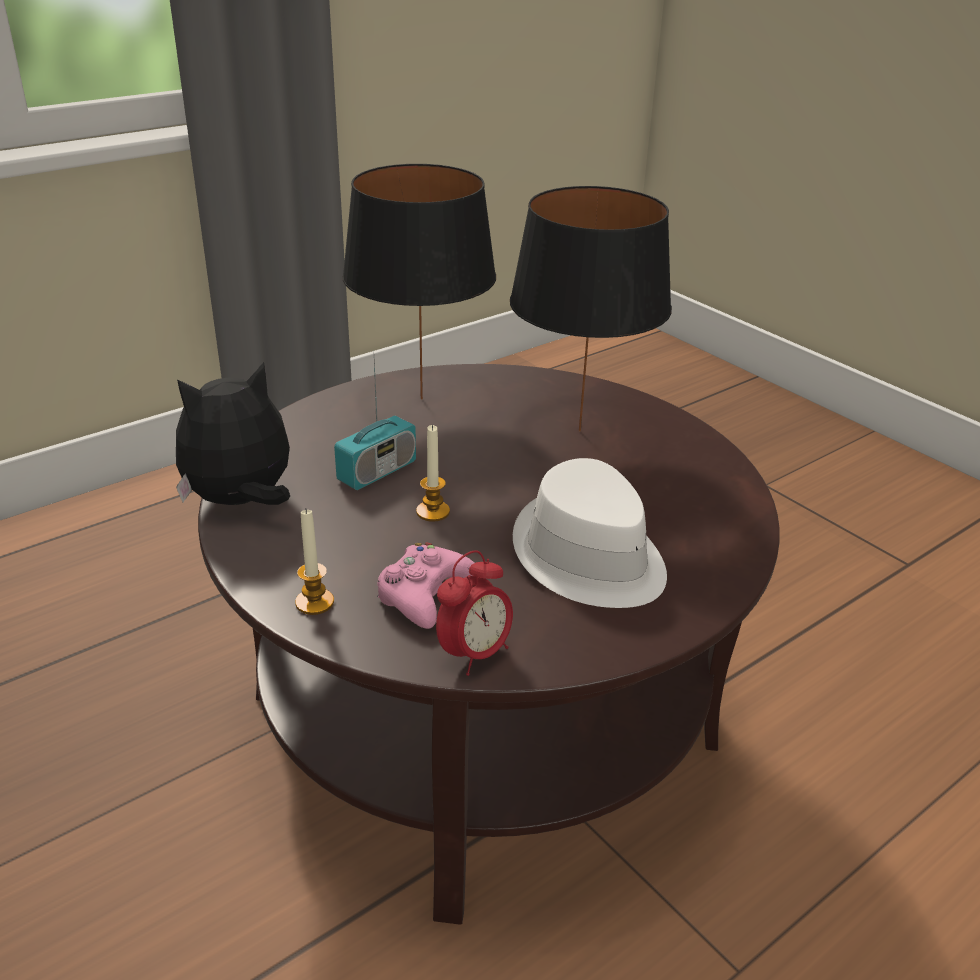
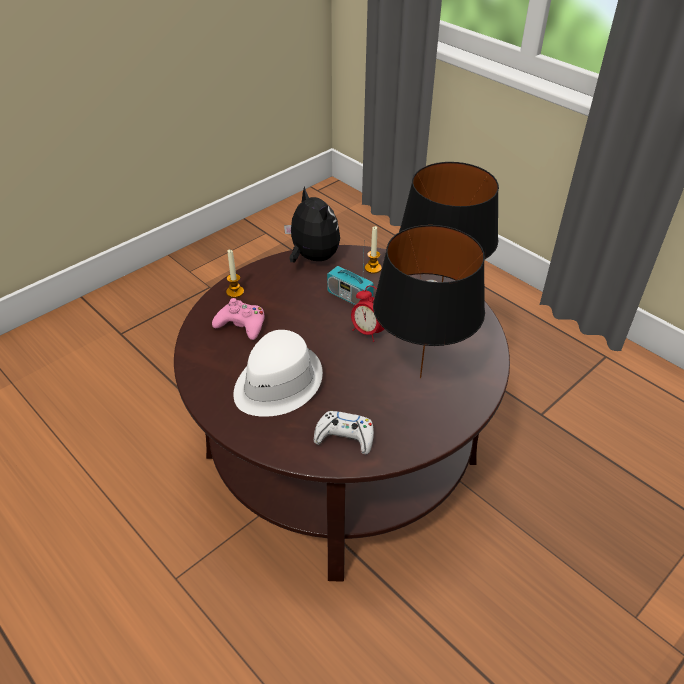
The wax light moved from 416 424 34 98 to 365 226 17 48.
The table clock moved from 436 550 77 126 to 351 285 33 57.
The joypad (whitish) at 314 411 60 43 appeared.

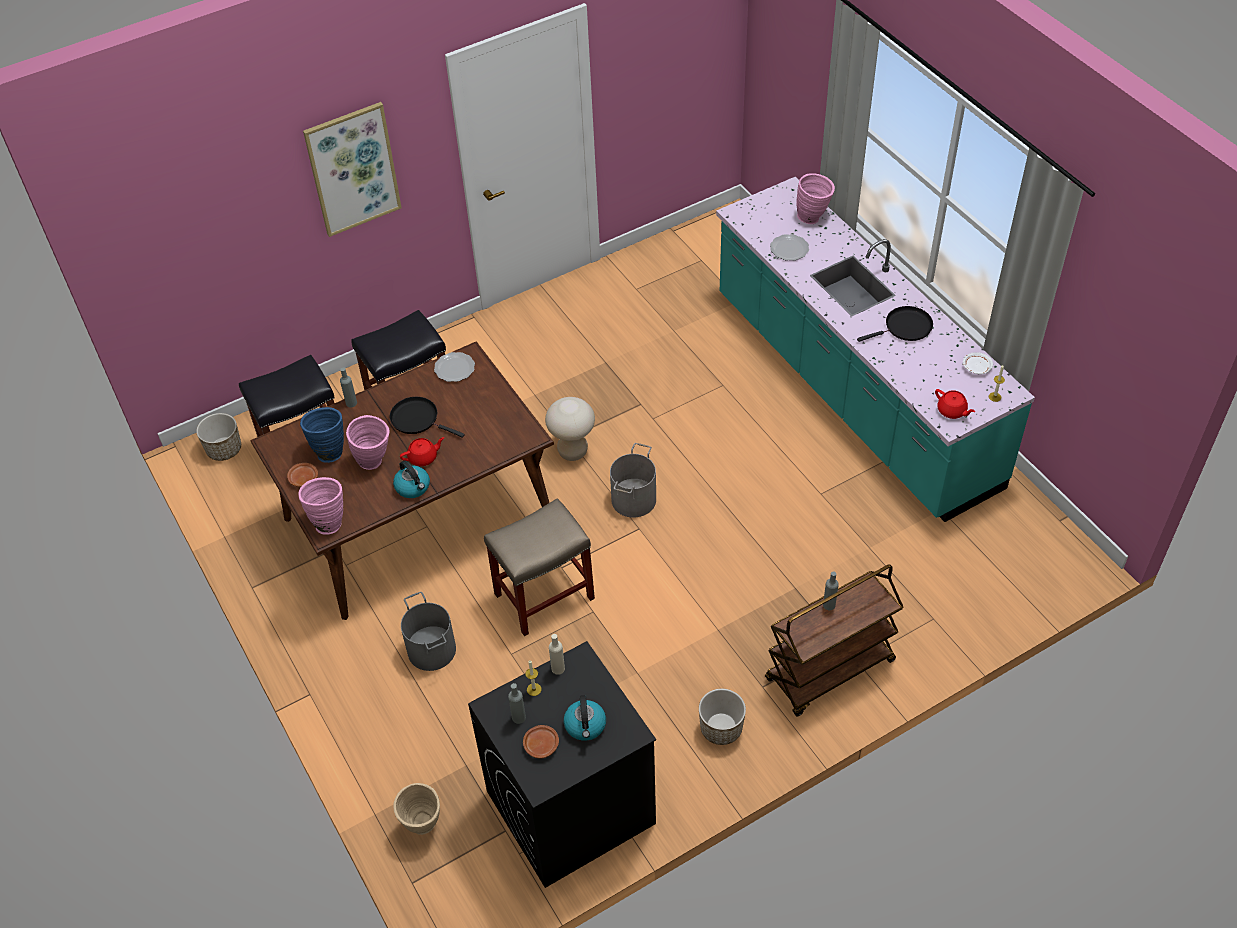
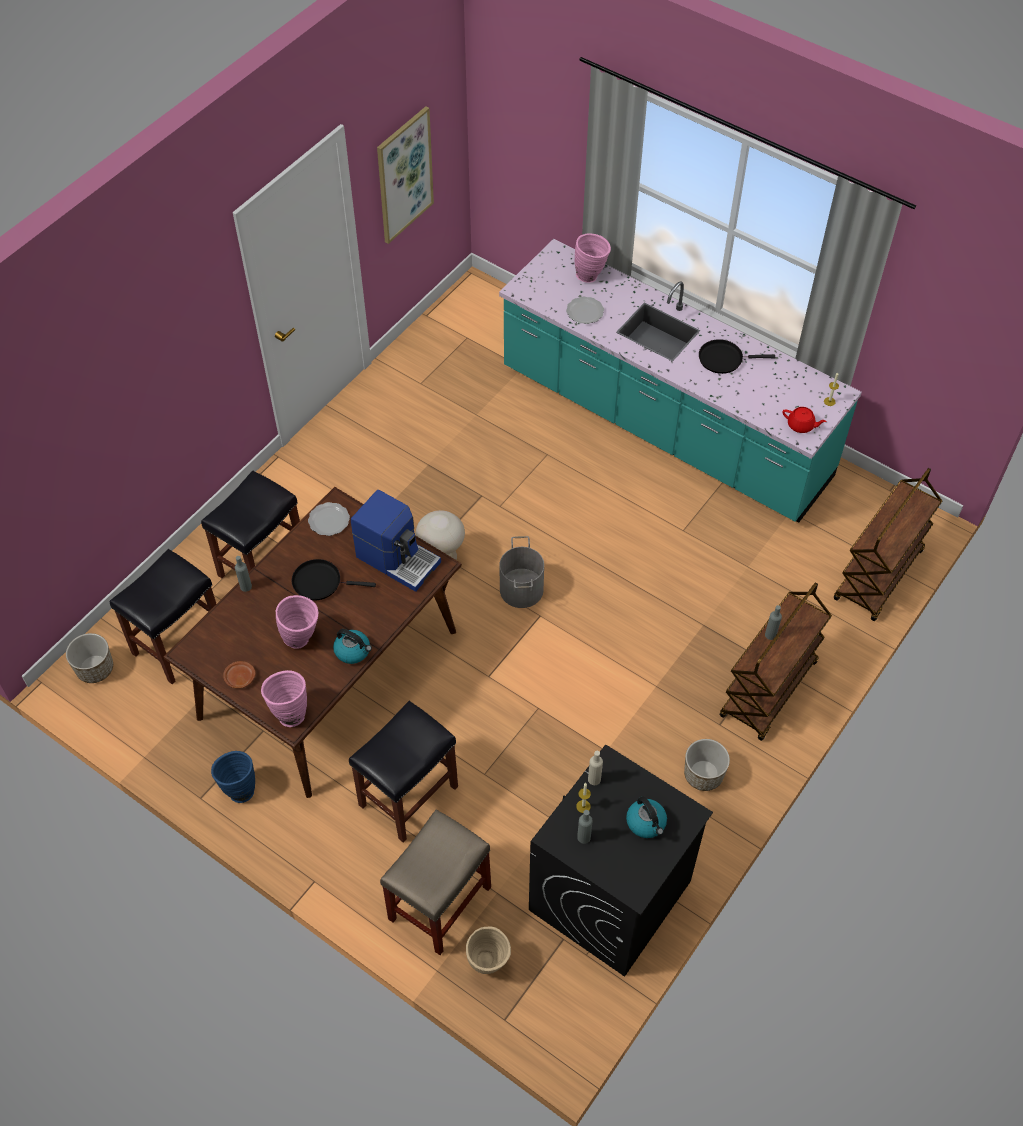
The vase (bluish) moved from 300 407 44 56 to 211 751 44 52.
The picture moved from 303 102 99 135 to 377 106 57 138.
The tea pot (red-coloured) at 400 437 44 29 disappeared.
The pail (gray) at 401 592 55 79 was replaced by the stool seat (blackish) at 349 701 109 141.
The stool seat (beige) moved from 484 498 111 138 to 380 809 111 146.
The dinner plate (brown) at 523 725 36 33 disappeared.
The skillet (blackish) at 857 306 76 36 turned 135 degrees counterclockwise.
The dinner plate (whitish) at 963 352 30 22 disappeared.
The coffee brewer at 351 490 90 102 appeared.
The cart (brown) at 834 468 108 153 appeared.

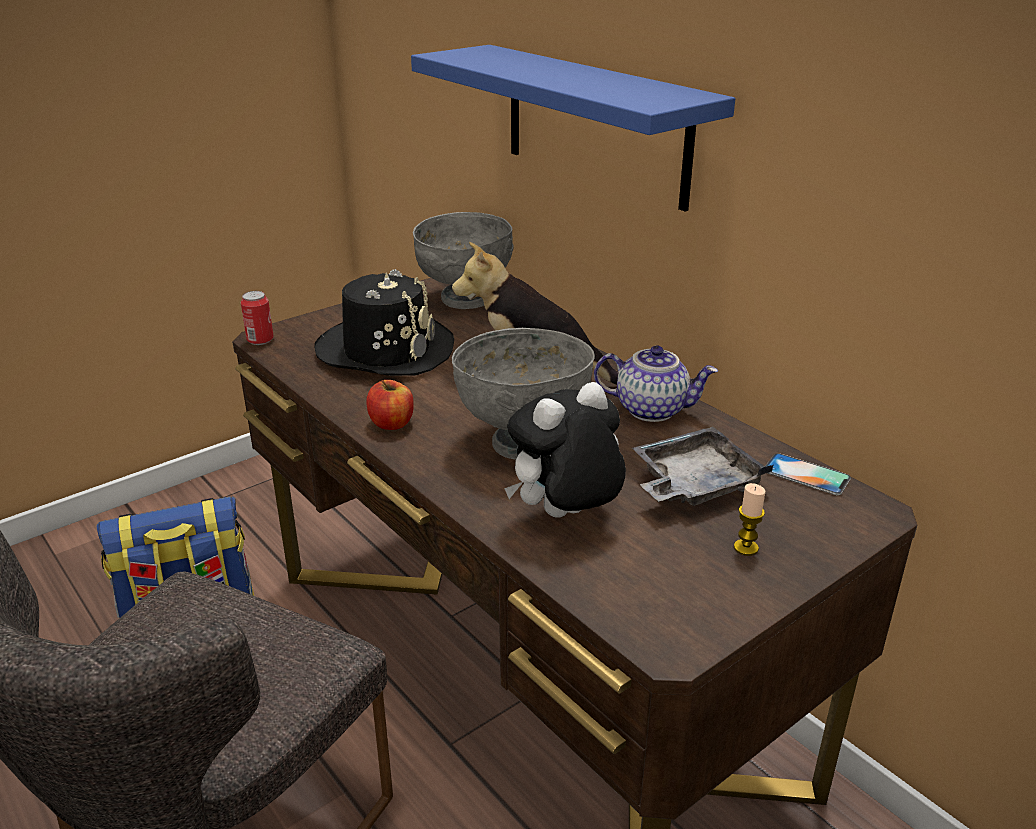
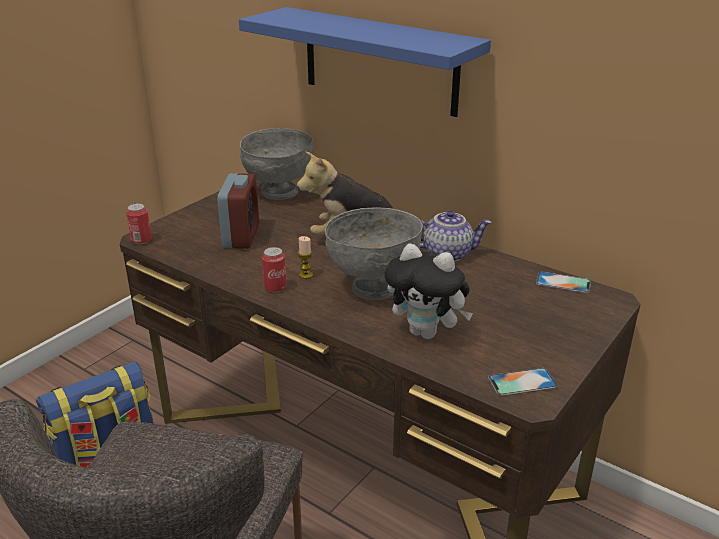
The clothing hat (blackish) at 314 269 140 107 was replaced by the table clock at 217 173 42 76.
The apple fruit at 366 380 48 50 was replaced by the sealed can at 262 247 25 46.
The cuddly toy at 504 382 122 136 turned 105 degrees counterclockwise.
The tray (gray) at 632 427 141 79 disappeared.
The wax light moved from 734 483 32 73 to 298 236 15 43.
The telephone at 488 368 69 28 appeared.

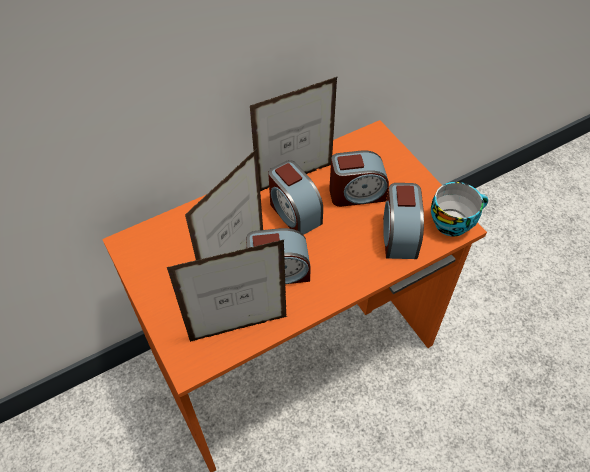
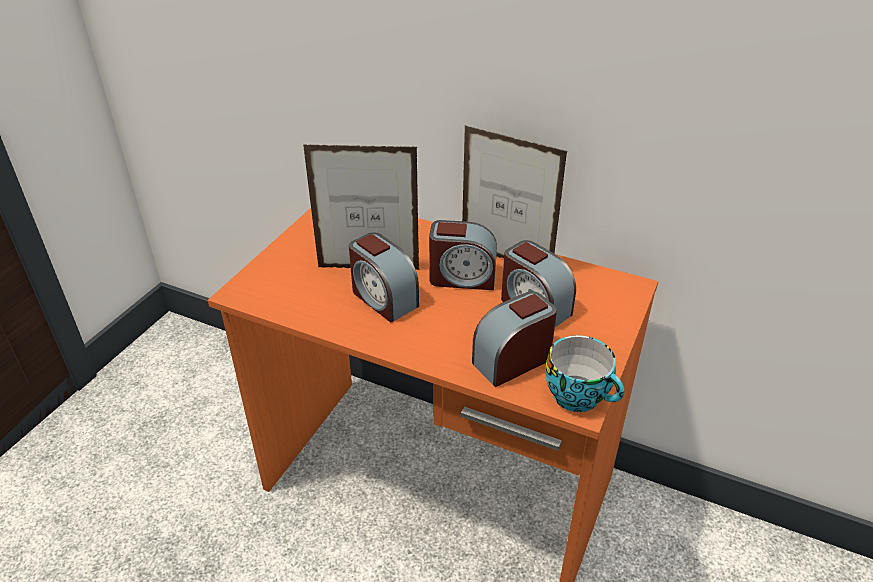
The photo frame at 167 240 120 102 disappeared.
The table clock at 268 160 55 75 turned 105 degrees counterclockwise.

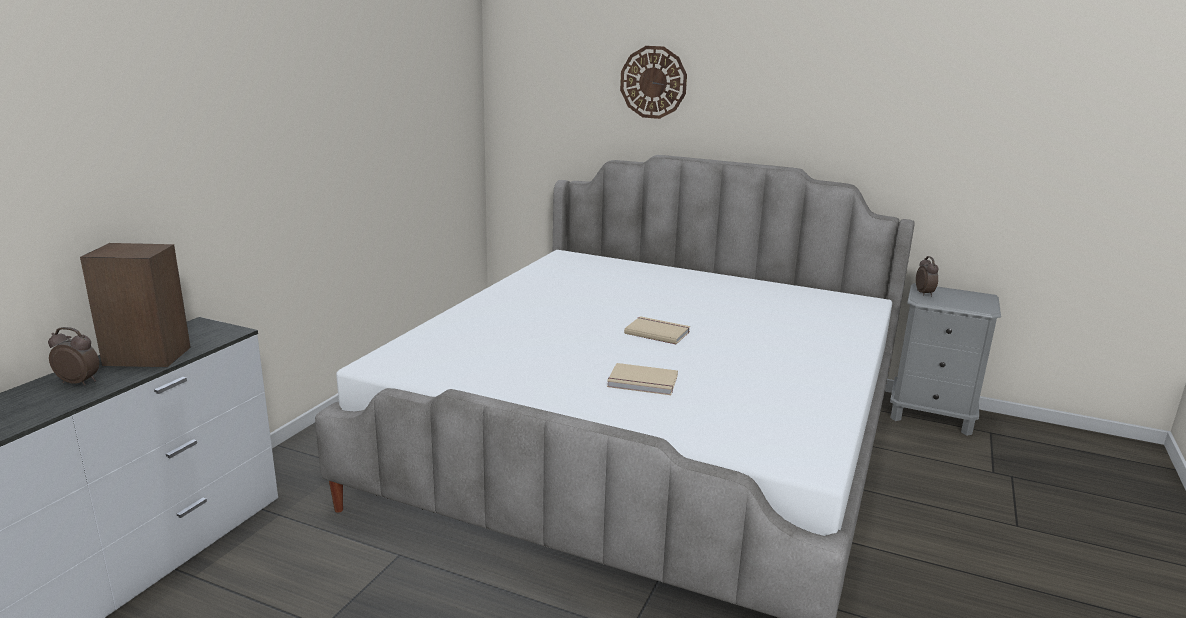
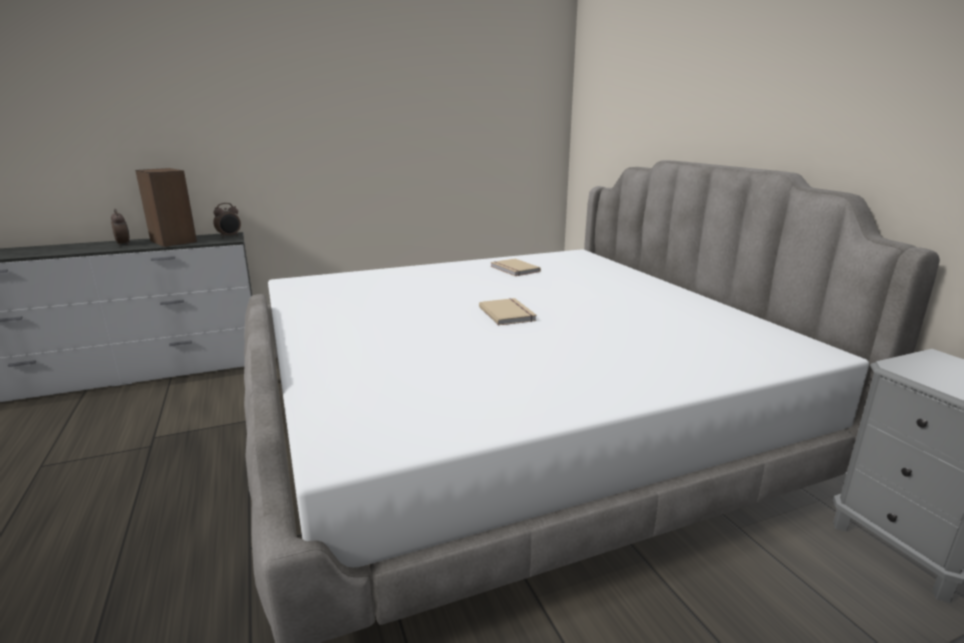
The volume (beige) moved from 607 363 71 32 to 491 259 50 17.
The hanging clock at 620 46 67 73 disappeared.
The table clock moved from 916 256 22 41 to 213 203 28 35.

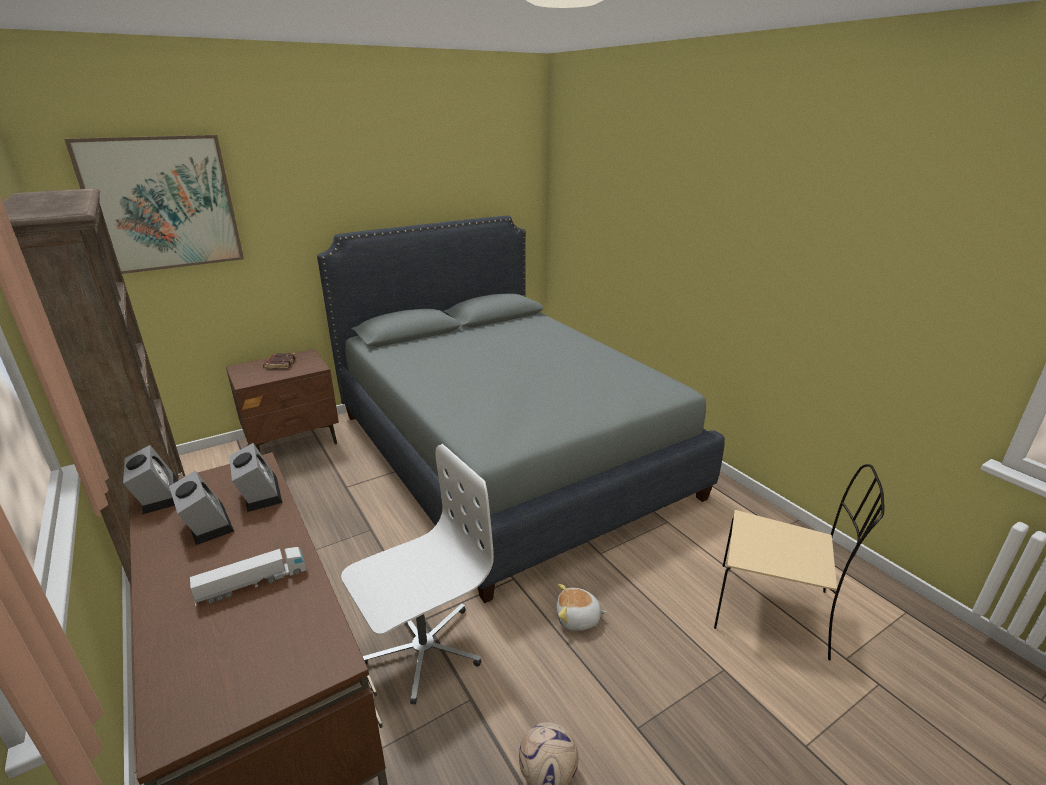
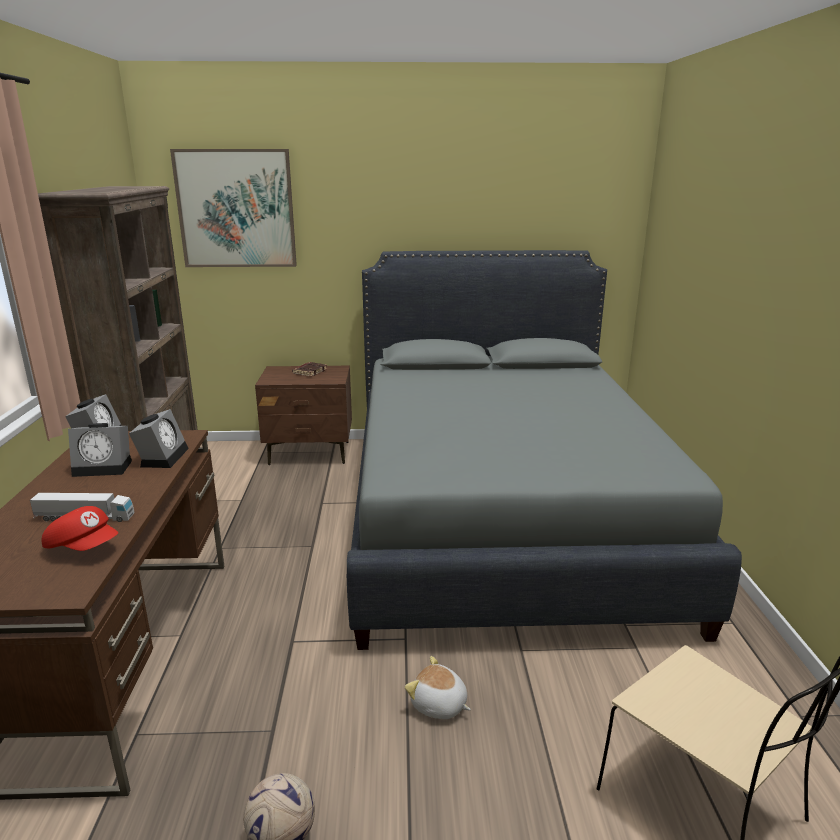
The table clock at 169 470 65 75 turned 90 degrees clockwise.
The office chair (whitish) at 341 444 153 261 disappeared.
The baseball cap (red-coloured) at 42 506 77 45 appeared.

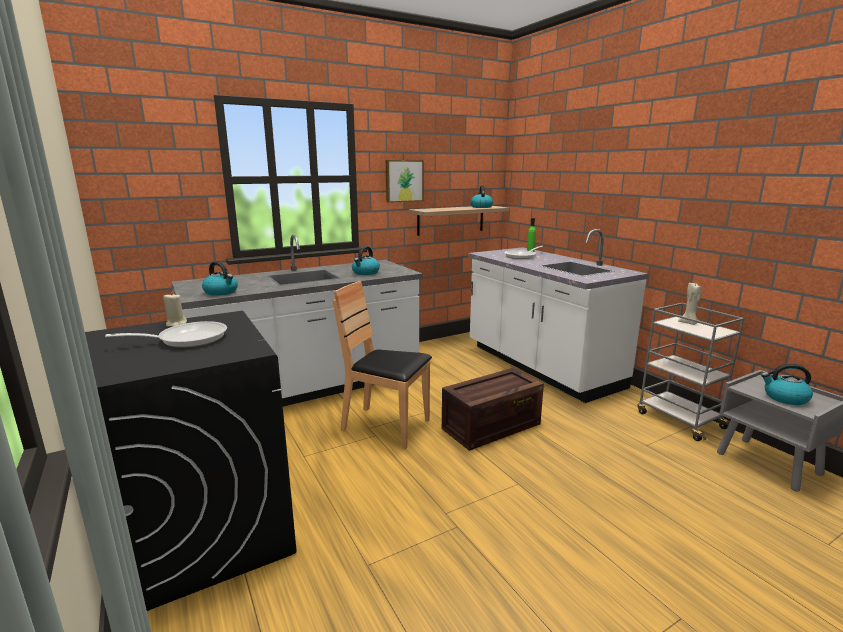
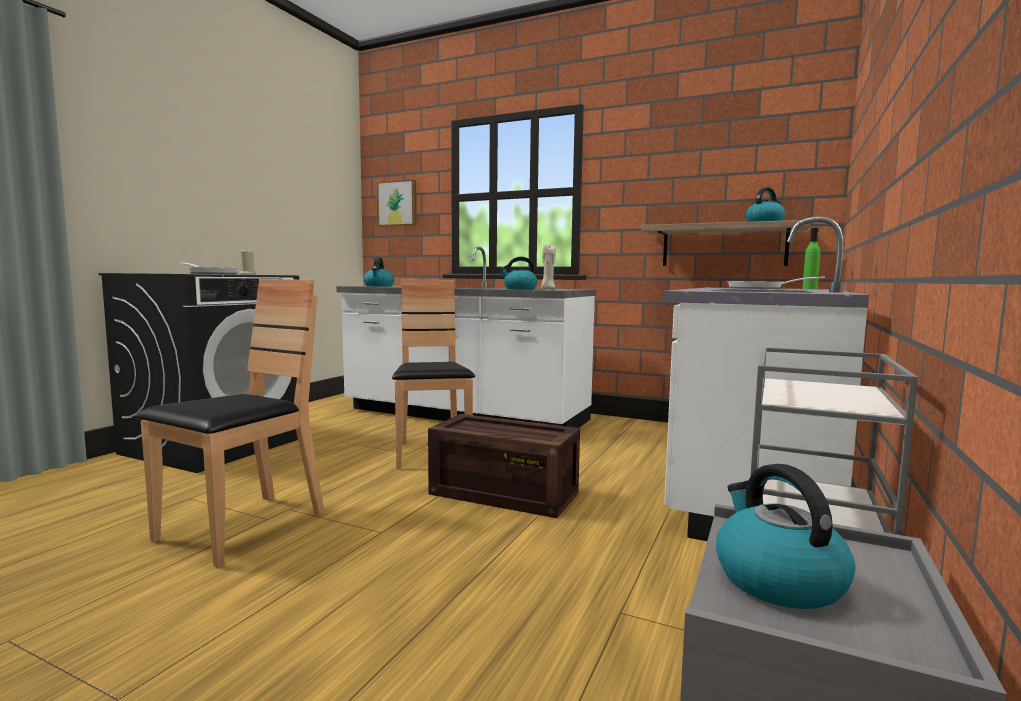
The picture moved from 386 160 38 43 to 377 179 40 48.
The wax light (beige) moved from 678 283 24 42 to 541 245 15 45.
The chair (brown) at 136 279 189 289 appeared.

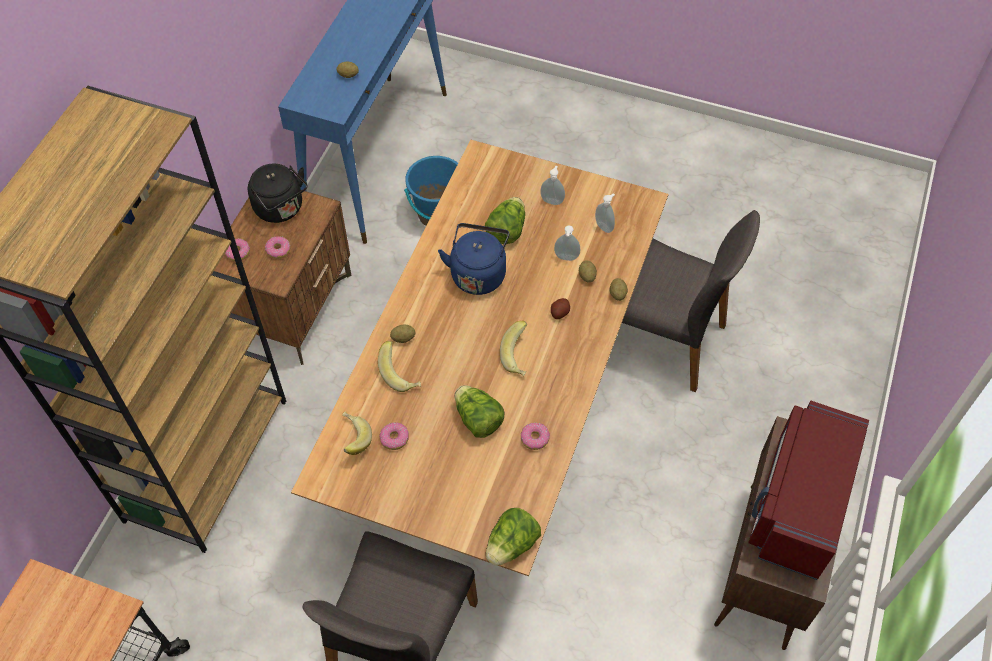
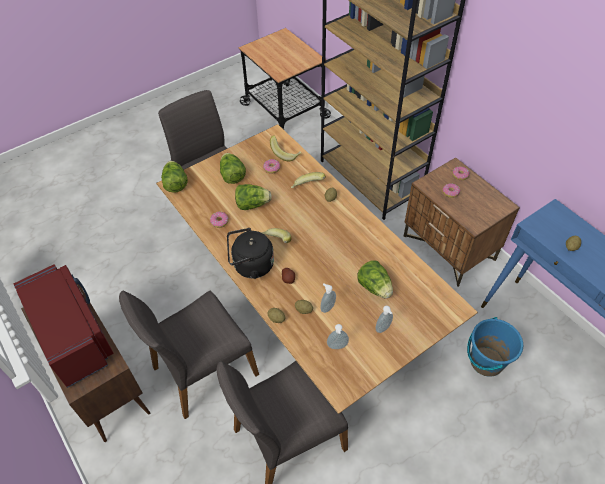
The kettle (blackish) moved from 248 164 60 59 to 227 228 47 51.
The kettle (bluish) at 438 223 72 72 disappeared.
The chair (gray) at 119 291 140 128 appeared.
The lettuce at 220 153 26 31 appeared.

